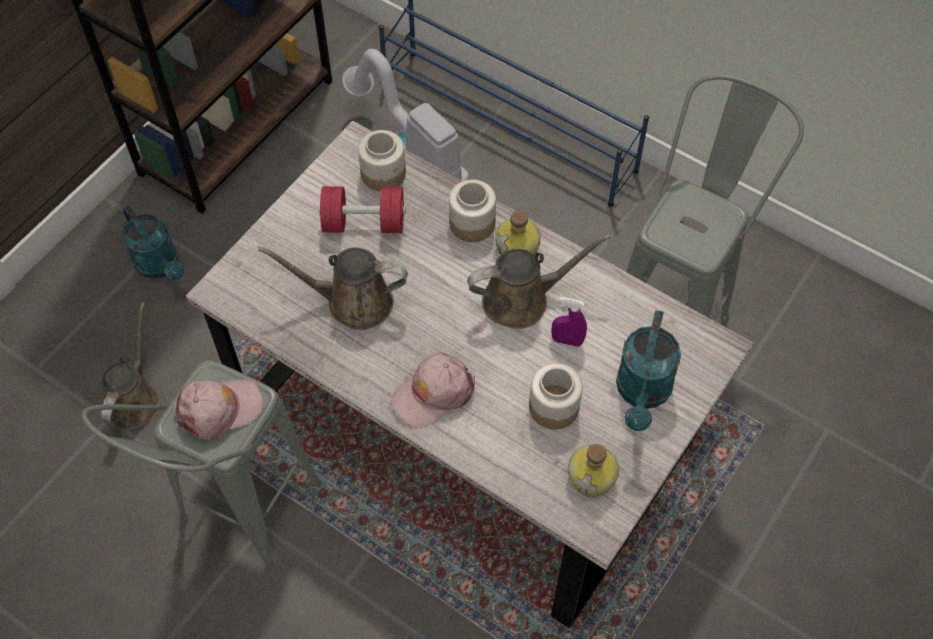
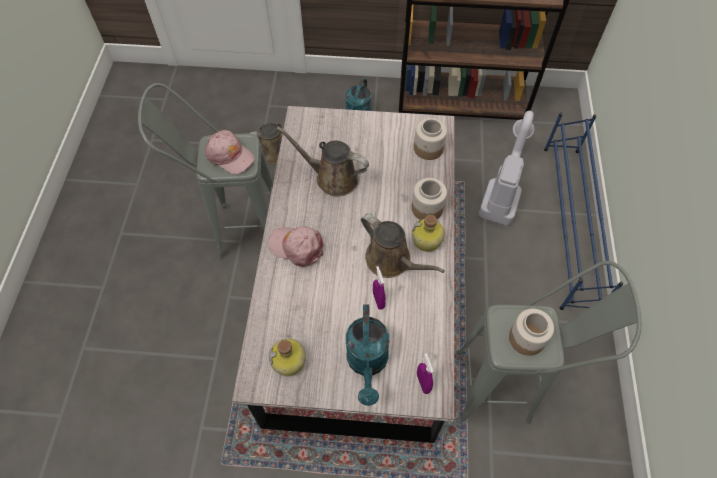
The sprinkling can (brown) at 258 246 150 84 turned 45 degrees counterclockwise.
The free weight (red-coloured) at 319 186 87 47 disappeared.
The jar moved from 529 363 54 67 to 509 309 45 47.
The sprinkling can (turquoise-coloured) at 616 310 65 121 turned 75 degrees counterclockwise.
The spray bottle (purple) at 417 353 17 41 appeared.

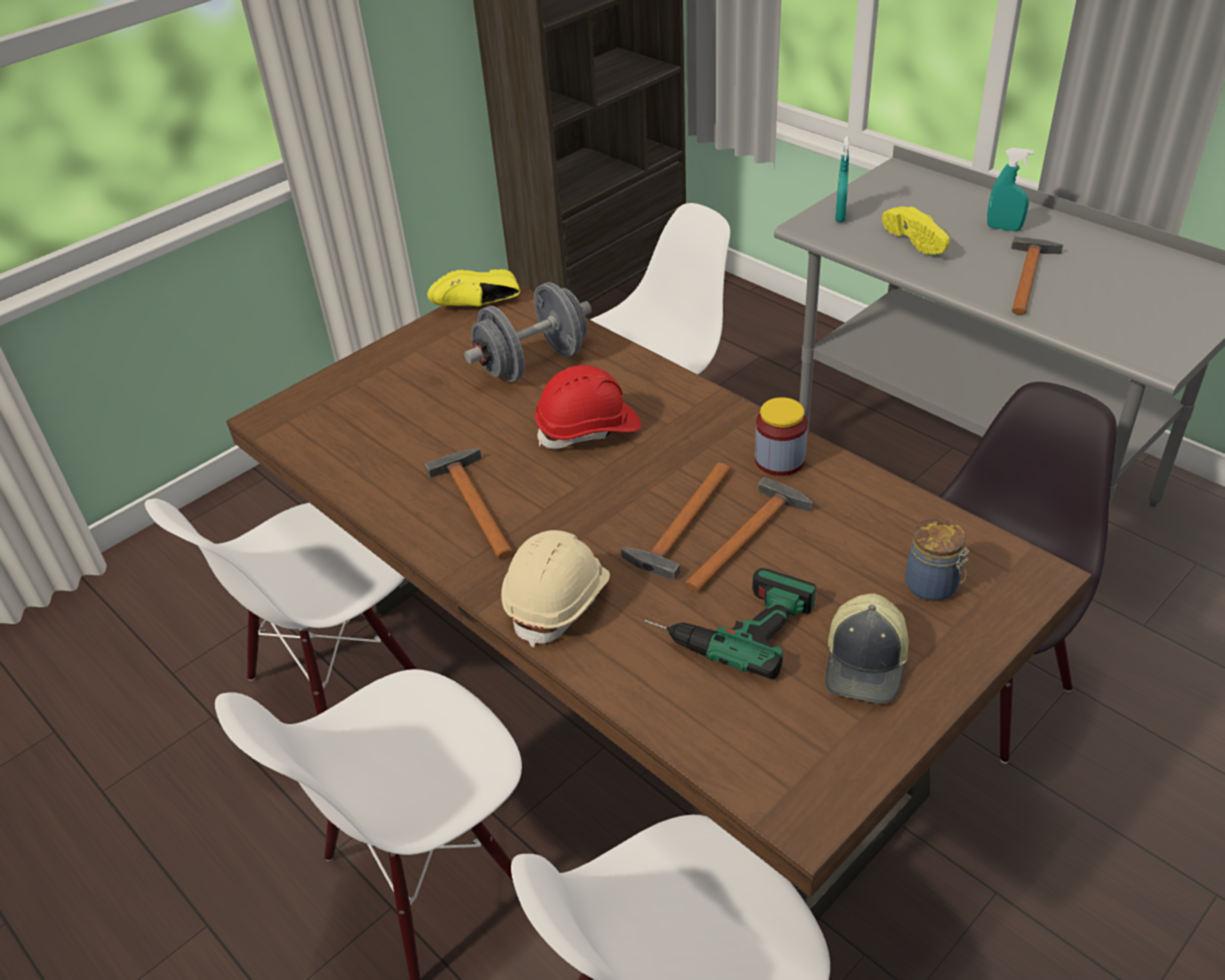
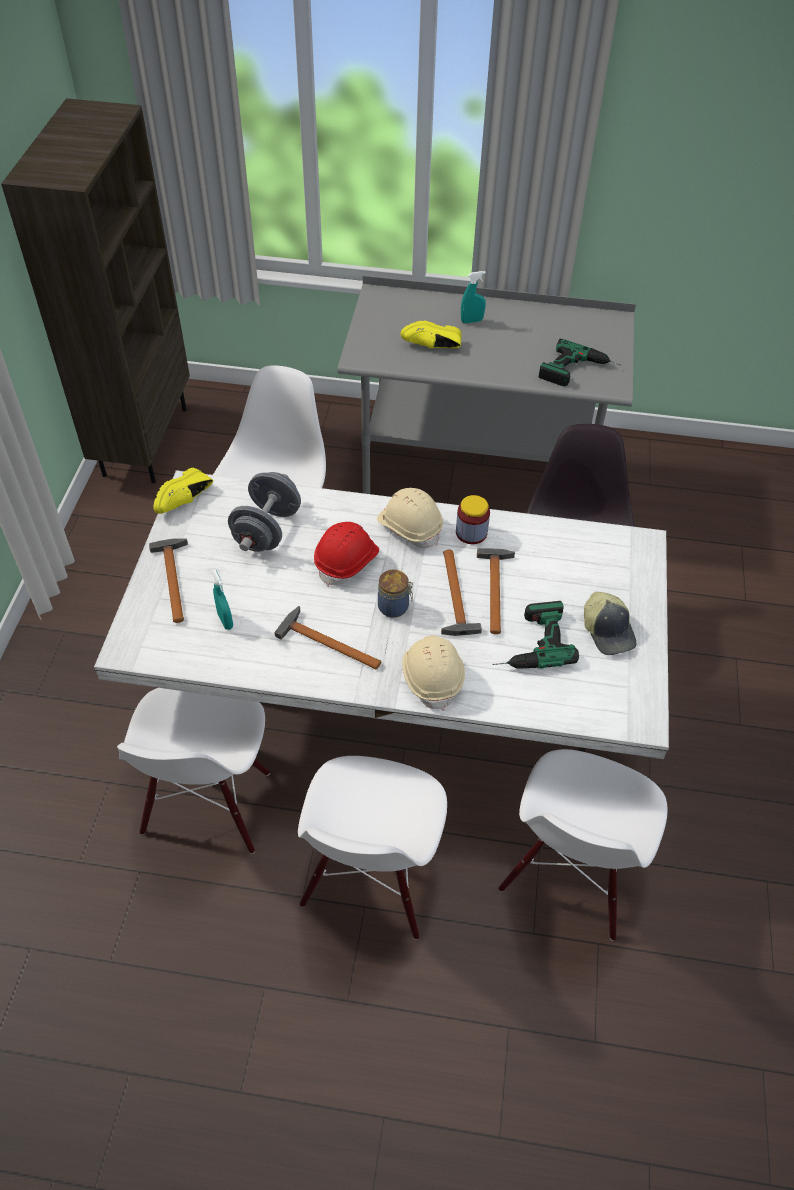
The dining table (brown) at 226 284 866 637 became the dining table (whitish) at 94 470 575 289.
The spray bottle (turquoise-coloured) moved from 835 137 14 85 to 212 569 21 61.
The item of footwear (yellow-coloured) at 882 207 68 48 turned 150 degrees clockwise.
The jar moved from 905 518 64 84 to 378 570 35 48.
The tool hammer moved from 1011 237 52 78 to 149 538 39 85.
The hard hat (beige) at 377 488 66 60 appeared.
The electric drill at 539 338 83 48 appeared.

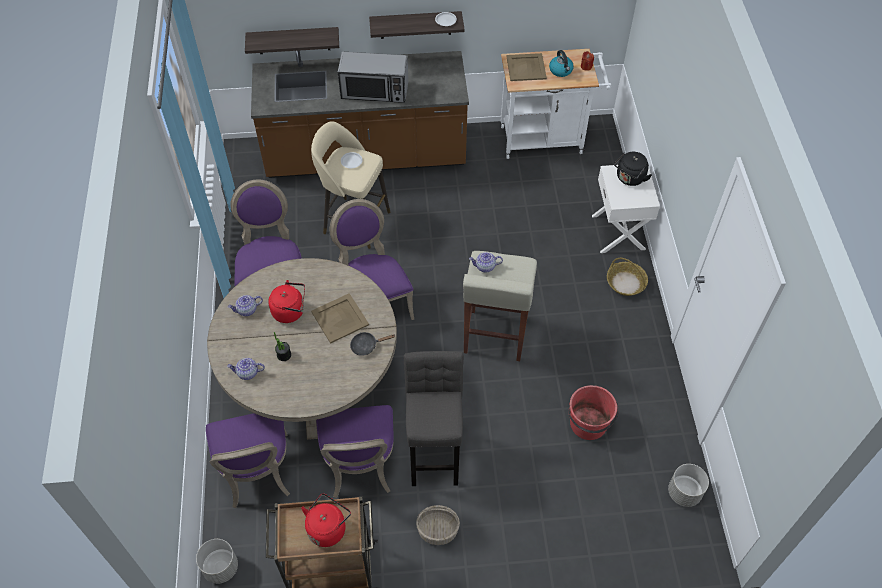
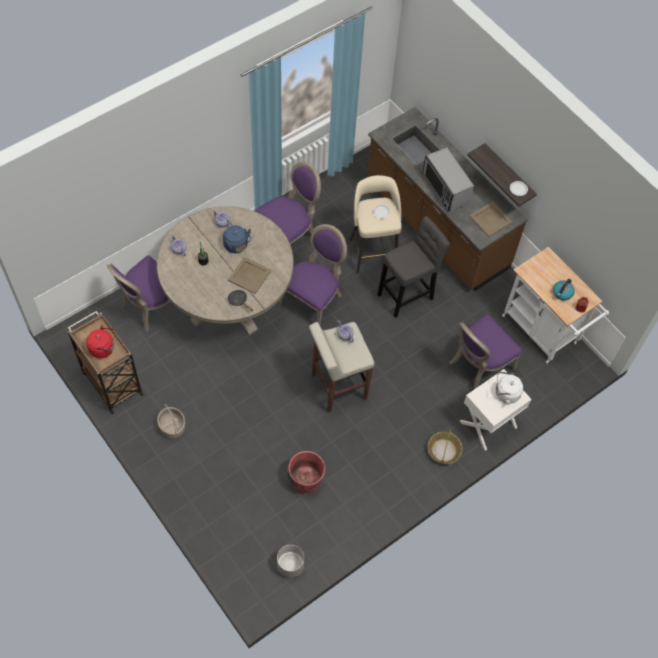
The plant pot (gray) at 196 539 42 45 disappeared.
The shelf at 245 27 94 27 disappeared.
The kettle (red-coloured) at 268 280 37 43 became the kettle (bluish) at 223 225 28 28.
The chair (purple) moved from 316 405 78 93 to 449 314 73 75.
The stool seat (gray) moved from 404 351 60 135 to 377 216 73 102.
The tray (beige) moved from 506 53 41 28 to 469 201 44 36.
The kettle (blackish) at 614 152 38 34 became the kettle (whitish) at 496 372 27 33.

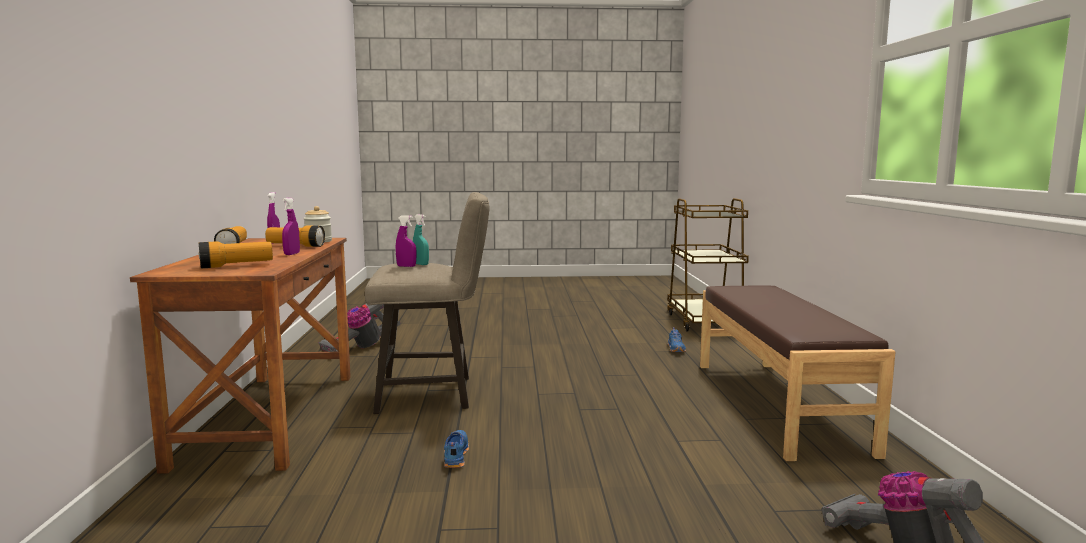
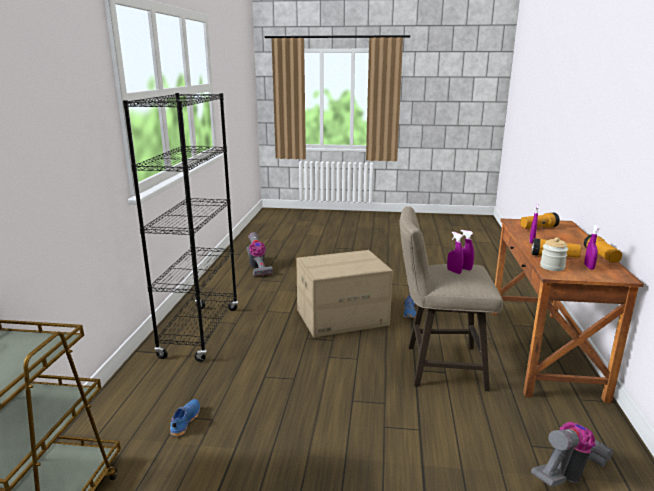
The spray bottle (turquoise-coloured) at 413 214 16 51 became the spray bottle (purple) at 447 232 16 42.
The bench (brown) at 700 286 196 175 was replaced by the bookcase (blackish) at 123 93 115 269.
The packing box at 296 250 97 87 appeared.

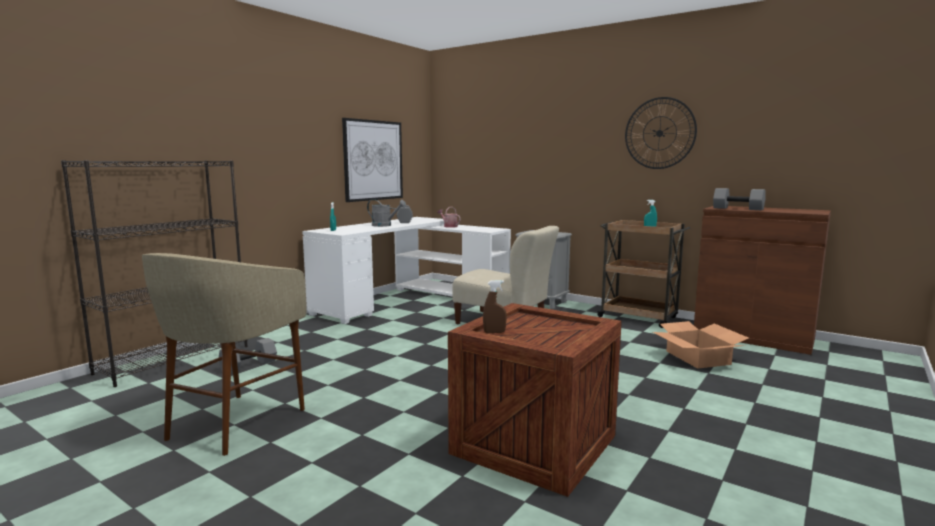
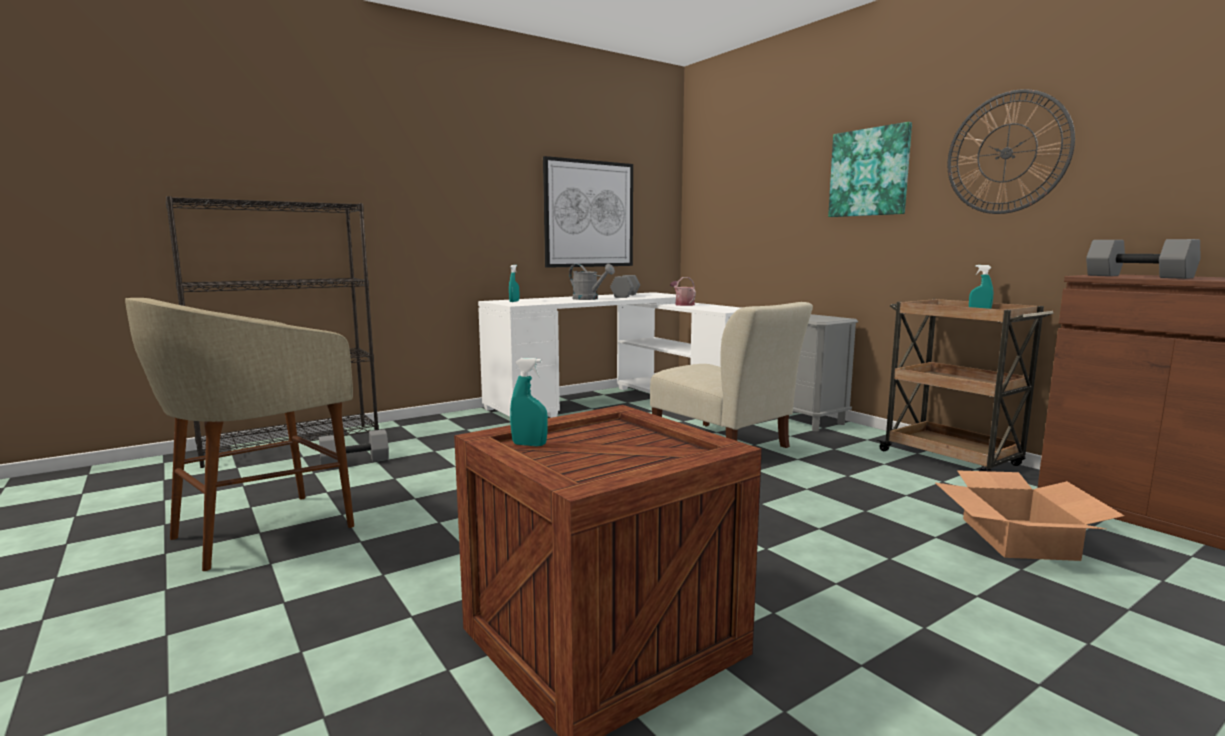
The spray bottle (brown) at 483 280 24 53 became the spray bottle (turquoise-coloured) at 510 358 38 88.
The picture at 828 122 84 95 appeared.

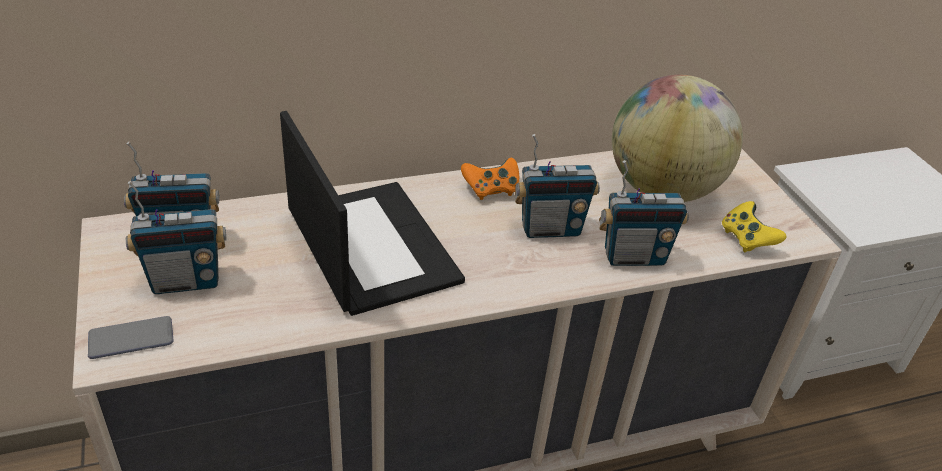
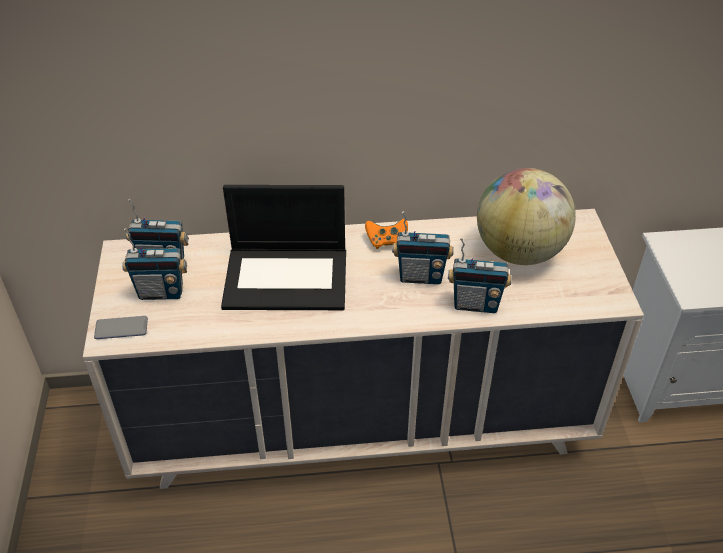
The laptop at 280 111 185 205 turned 105 degrees clockwise.
The joypad (yellow-coloured) at 722 201 65 51 disappeared.

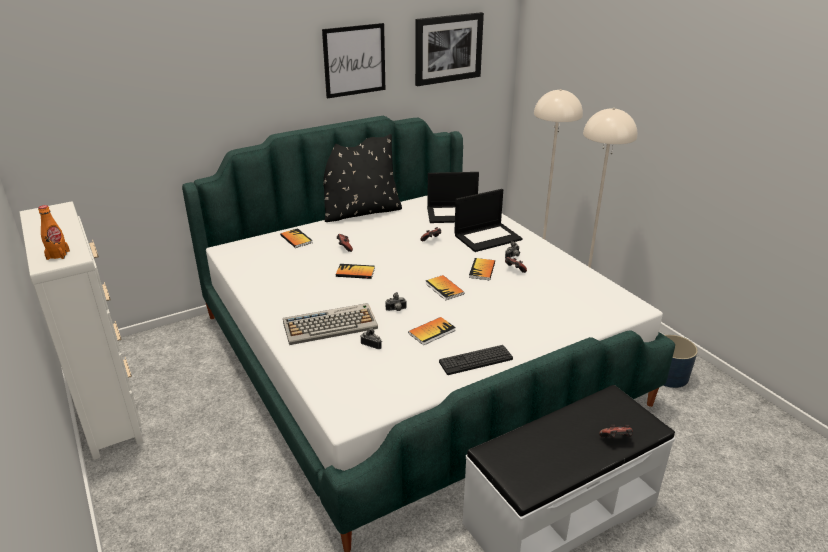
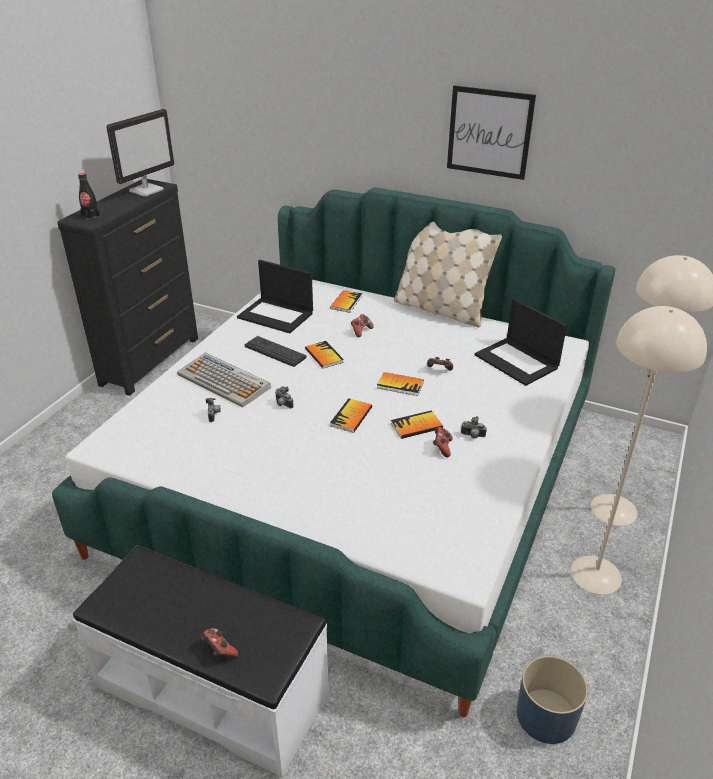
The drawer chest (whitish) at 19 201 125 259 became the drawer chest (blackish) at 57 179 141 217.
The bottle (orange) at 38 205 32 55 became the bottle (blackish) at 78 173 23 47.
The throw pillow (blackish) at 323 134 79 88 became the throw pillow (beige) at 394 221 108 106.
The volume moved from 408 317 48 28 to 377 372 47 24.
The picture at 415 12 69 74 disappeared.
The PC keyboard moved from 439 345 74 30 to 245 336 62 31.
The laptop moved from 454 189 69 63 to 237 260 76 73.
The computer display at 106 109 68 87 appeared.

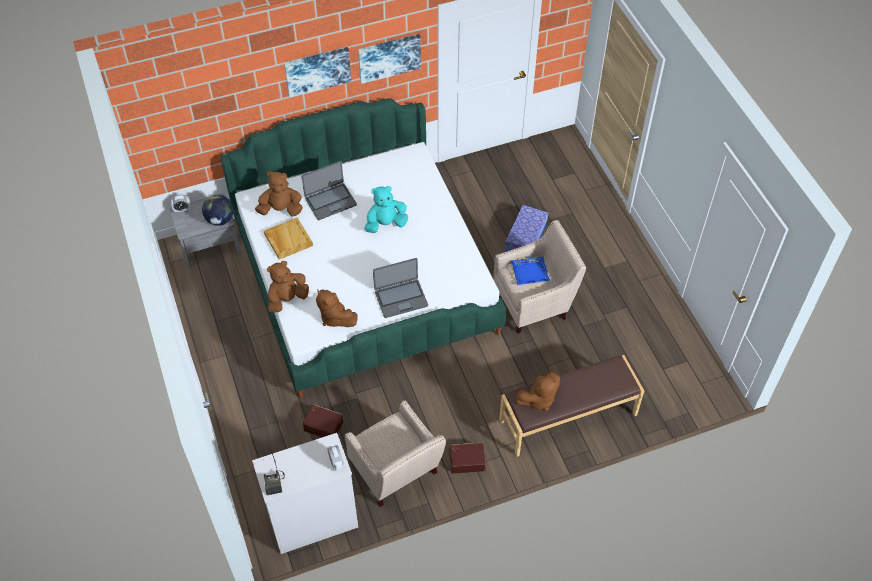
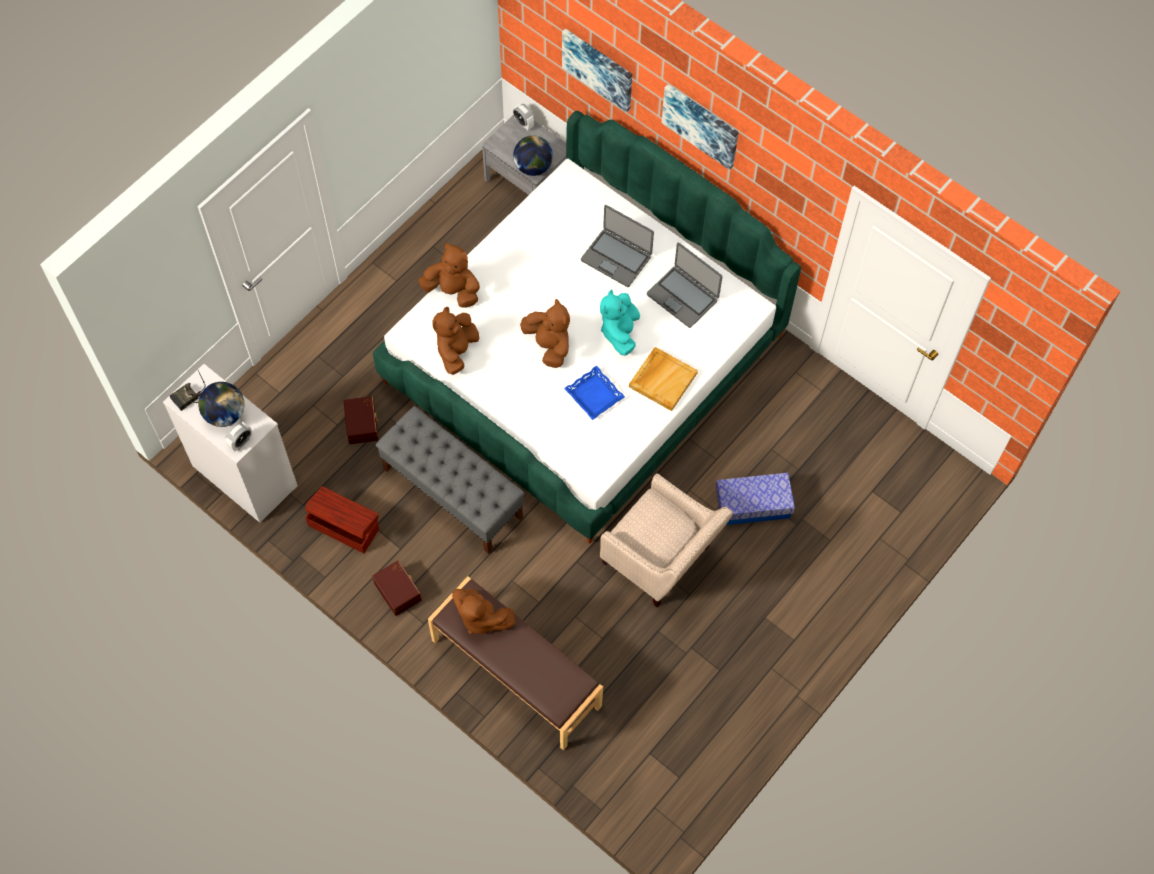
The cuddly toy (brown) moved from 255 171 48 46 to 520 299 50 69.
The tray (beige) moved from 264 217 49 43 to 629 347 69 64.
The easy chair (beige) at 345 400 101 107 was replaced by the storage bin (brown) at 305 486 74 67.
The picture moved from 358 34 63 50 to 562 28 70 85.
The cuddly toy (turquoise-coloured) at 364 186 44 47 turned 120 degrees counterclockwise.
The laptop moved from 373 258 55 60 to 647 242 75 86.
The tray (bluish) moved from 511 256 39 29 to 564 365 61 55.
The globe at 198 382 47 45 appeared.
The bench (gray) at 376 406 149 148 appeared.

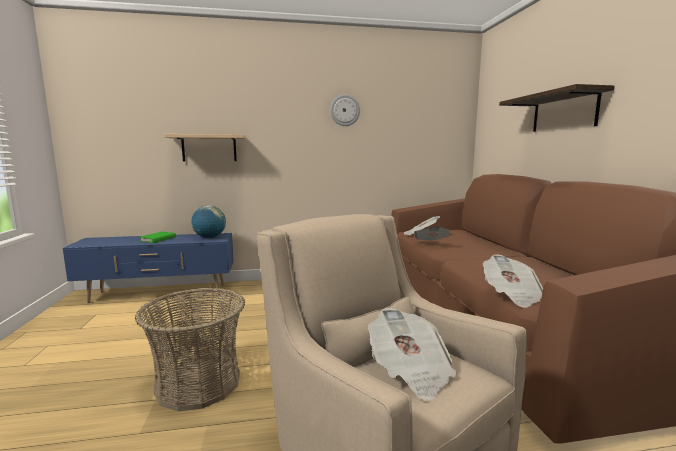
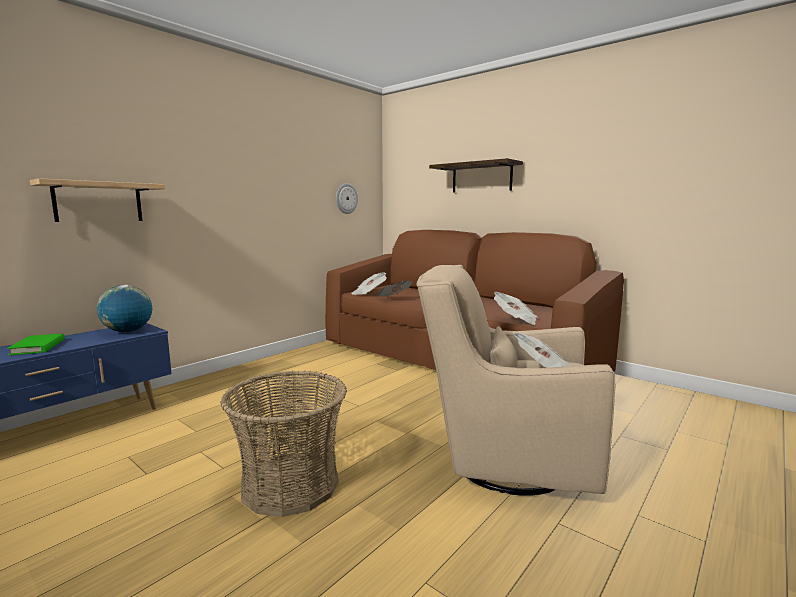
The hanging clock moved from 330 94 30 32 to 336 183 22 31.

